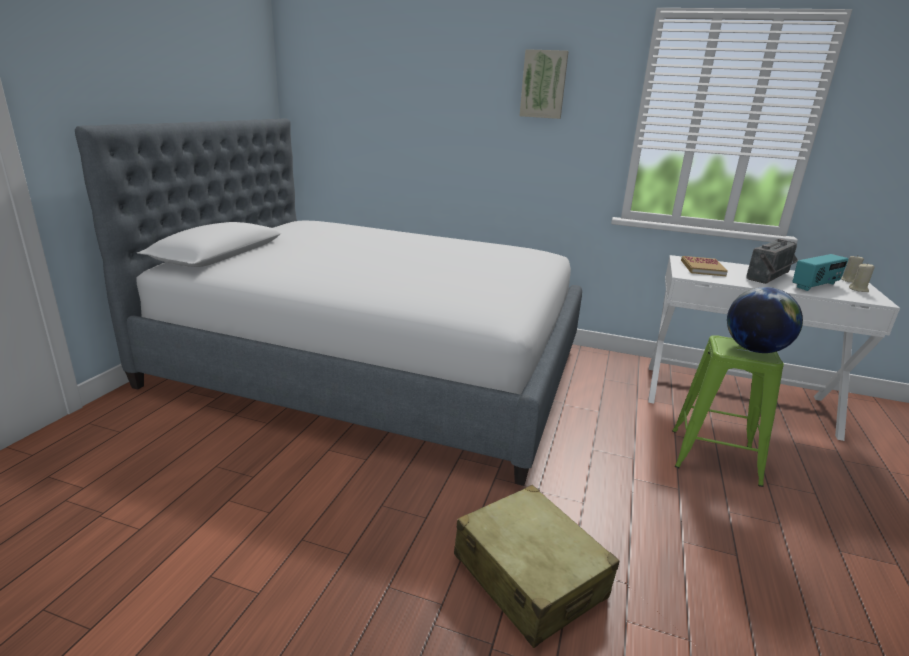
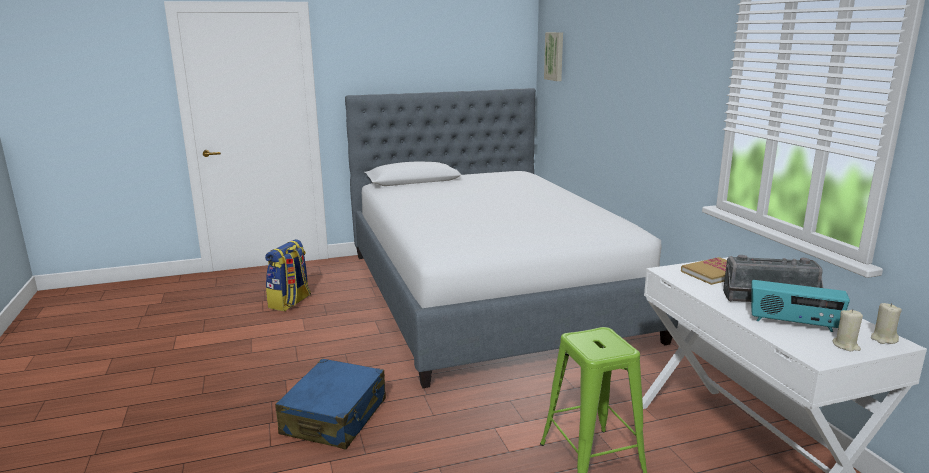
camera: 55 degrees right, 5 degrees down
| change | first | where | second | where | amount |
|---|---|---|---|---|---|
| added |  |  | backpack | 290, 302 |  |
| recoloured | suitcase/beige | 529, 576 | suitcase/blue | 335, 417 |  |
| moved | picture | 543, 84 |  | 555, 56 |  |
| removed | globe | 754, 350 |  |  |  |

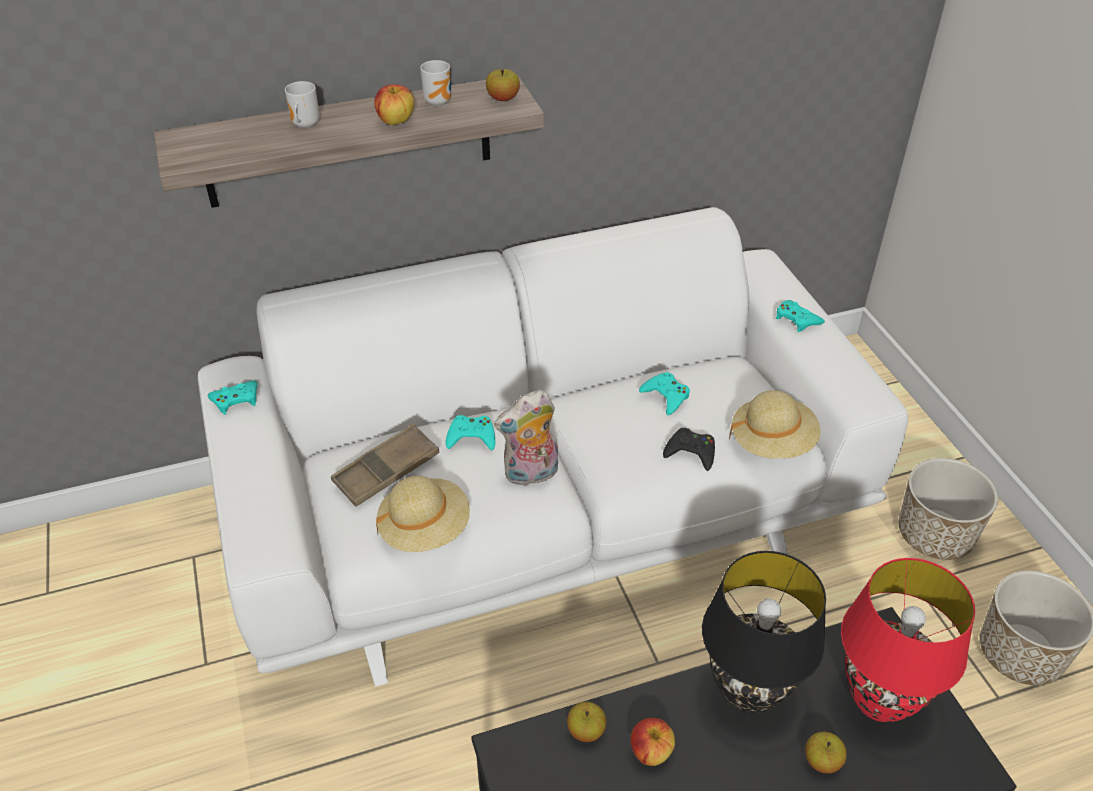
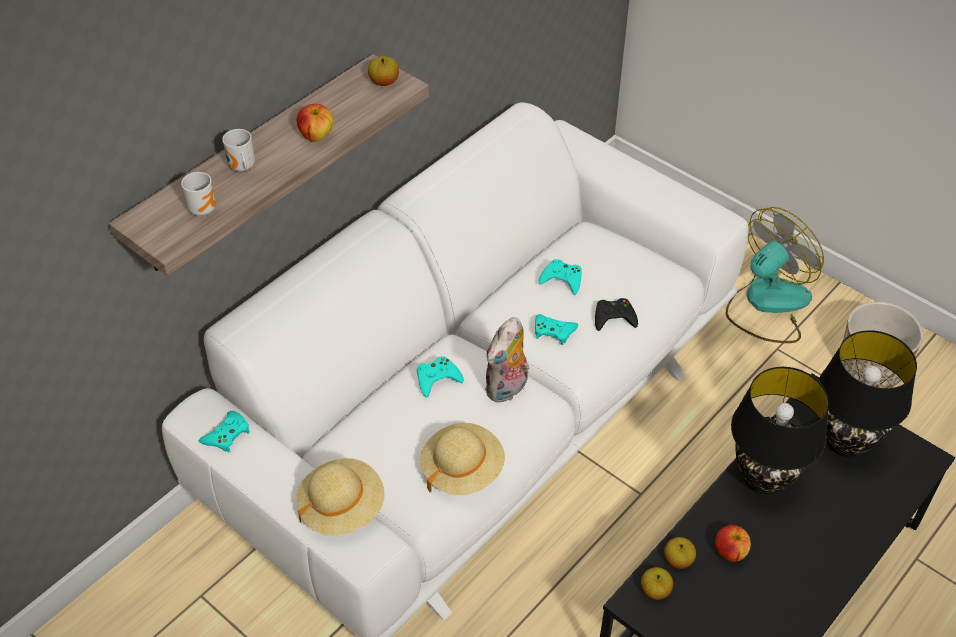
camera: 30 degrees left, 5 degrees up
| change | first | where | second | where | amount |
|---|---|---|---|---|---|
| moved | mug | 439, 101 |  | 204, 208 |  |
| moved | hat/beige | 772, 442 |  | 342, 508 |  |
| moved | game controller/turquoise | 797, 319 |  | 553, 331 |  |
| moved | apple | 822, 761 |  | 655, 591 |  |
| replaced | planter | 935, 535 | fan | 767, 304 |  |
| recoloured | table lamp/red | 877, 700 | table lamp/black | 844, 443 |  |
| removed | tray/brown | 386, 470 |  |  |  |

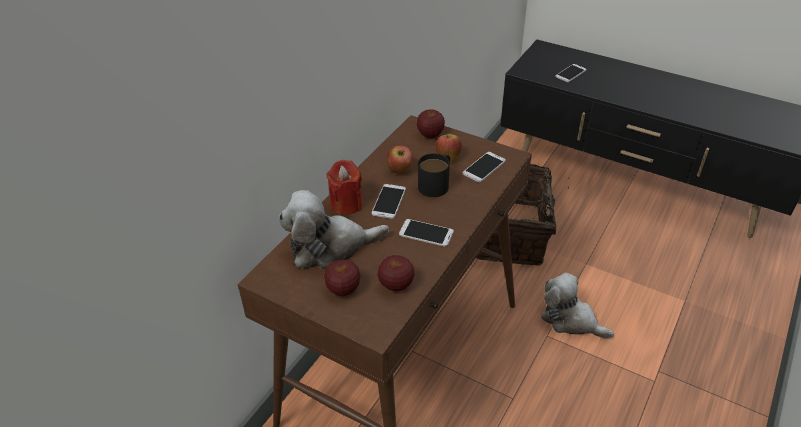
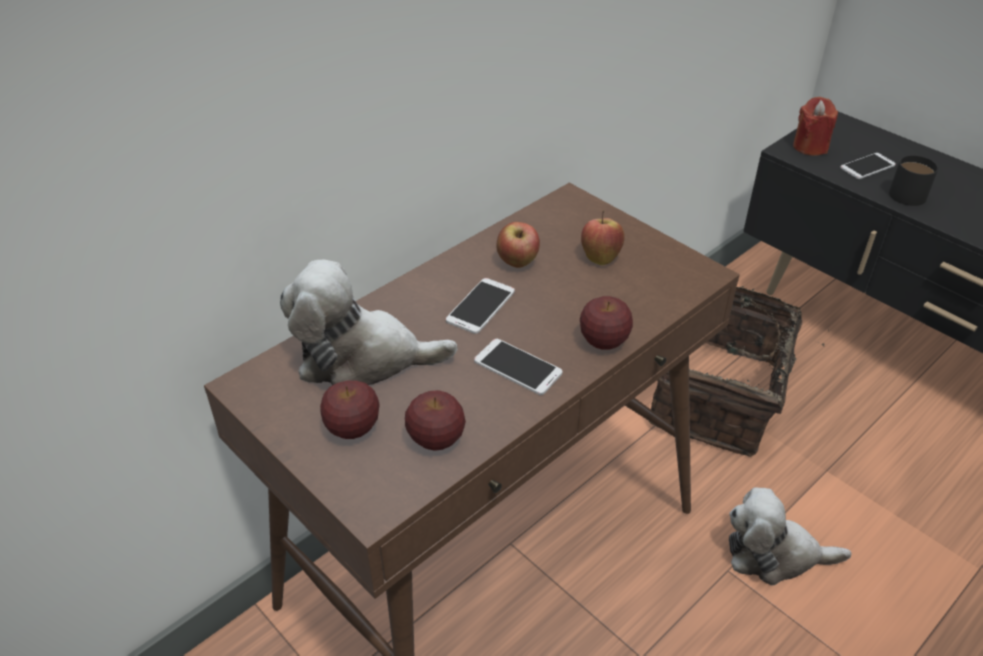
camera: 15 degrees right, 0 degrees up
| change | first | where | second | where | amount |
|---|---|---|---|---|---|
| moved | apple | 430, 134 |  | 603, 341 |  |
| turned | plush toy | 571, 320 |  | 774, 554 | 45 degrees counterclockwise |
| moved | candle/red | 346, 204 |  | 810, 147 |  |
| moved | mug/black | 436, 183 |  | 912, 192 |  |
| removed | phone | 484, 167 |  |  |  |

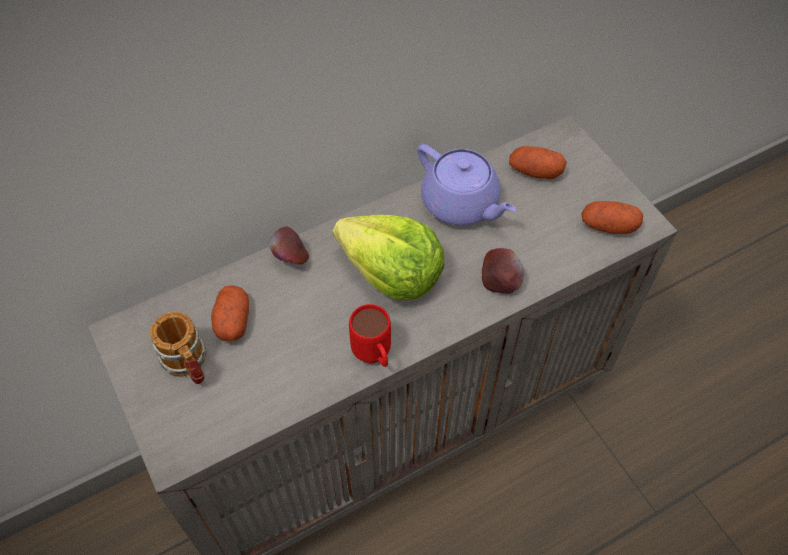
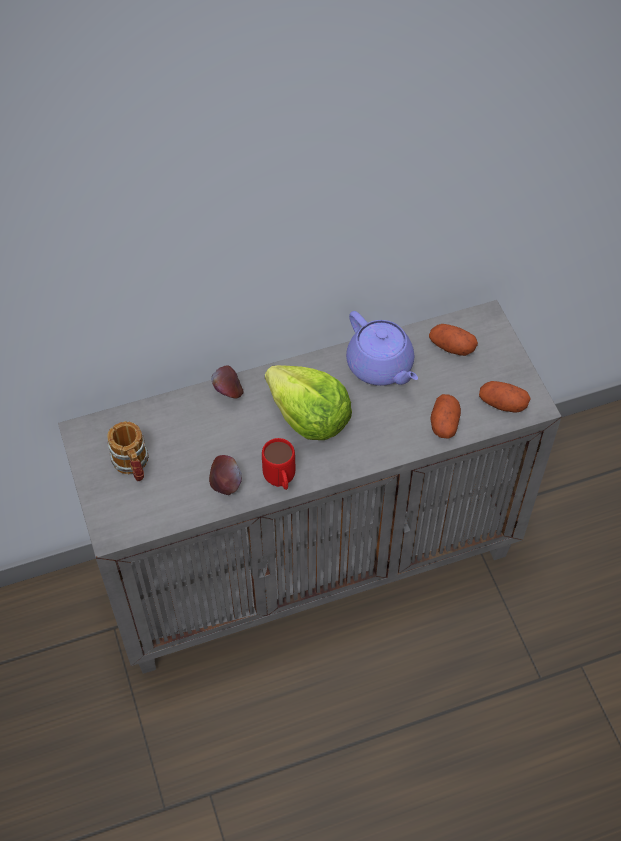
camera: 10 degrees right, 0 degrees up
| change | first | where | second | where | amount |
|---|---|---|---|---|---|
| moved | apple | 500, 282 |  | 226, 484 |  |
| moved | potato | 232, 320 |  | 444, 423 |  |

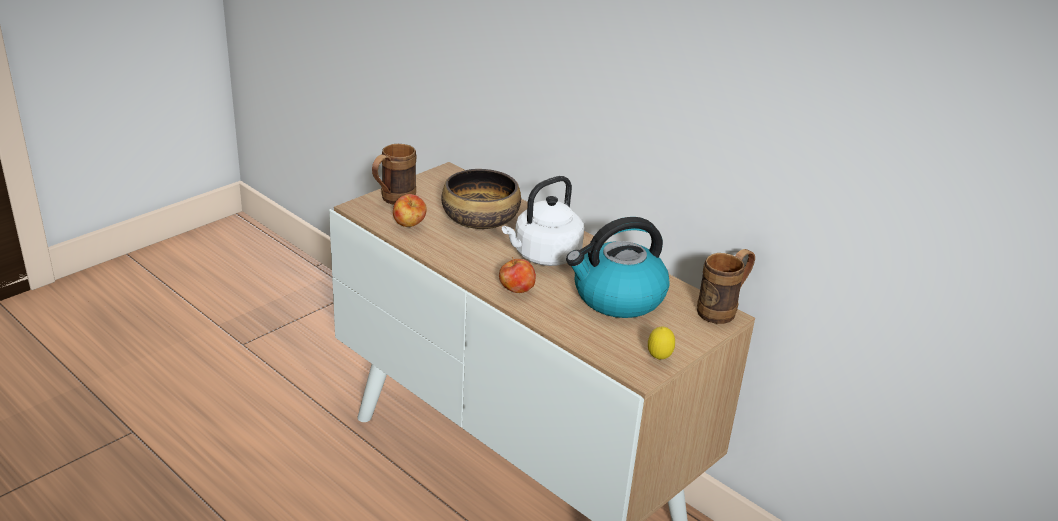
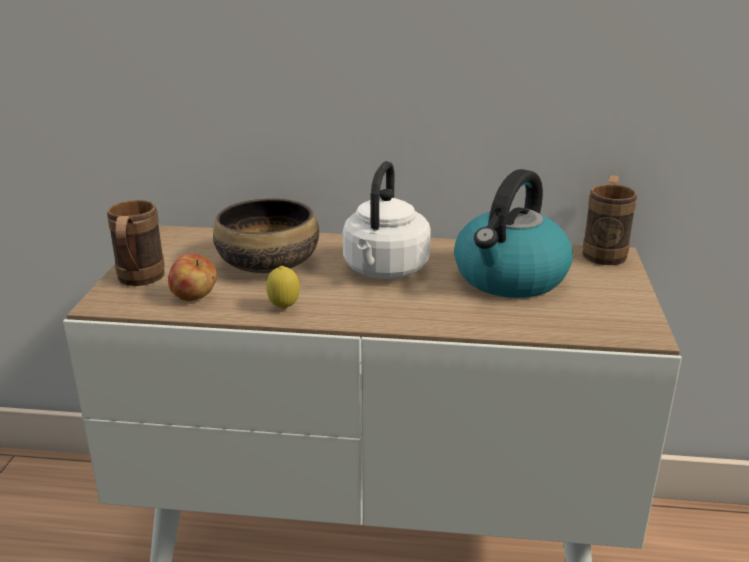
camera: 35 degrees left, 5 degrees down
| change | first | where | second | where | amount |
|---|---|---|---|---|---|
| moved | lemon | 659, 359 |  | 284, 308 |  |
| removed | apple | 516, 290 |  |  |  |

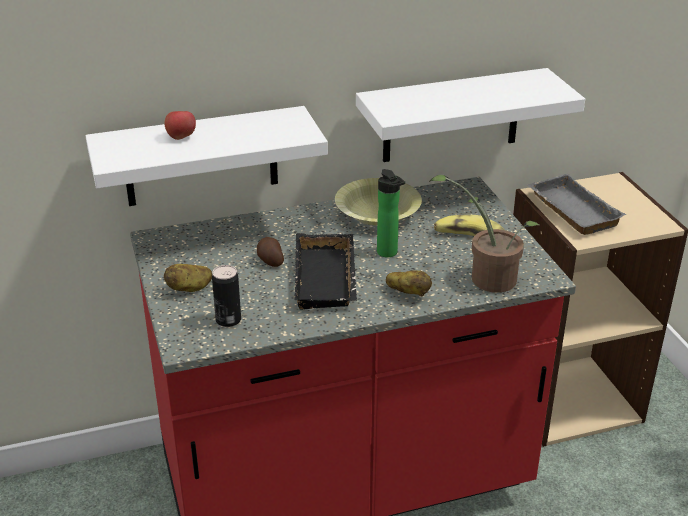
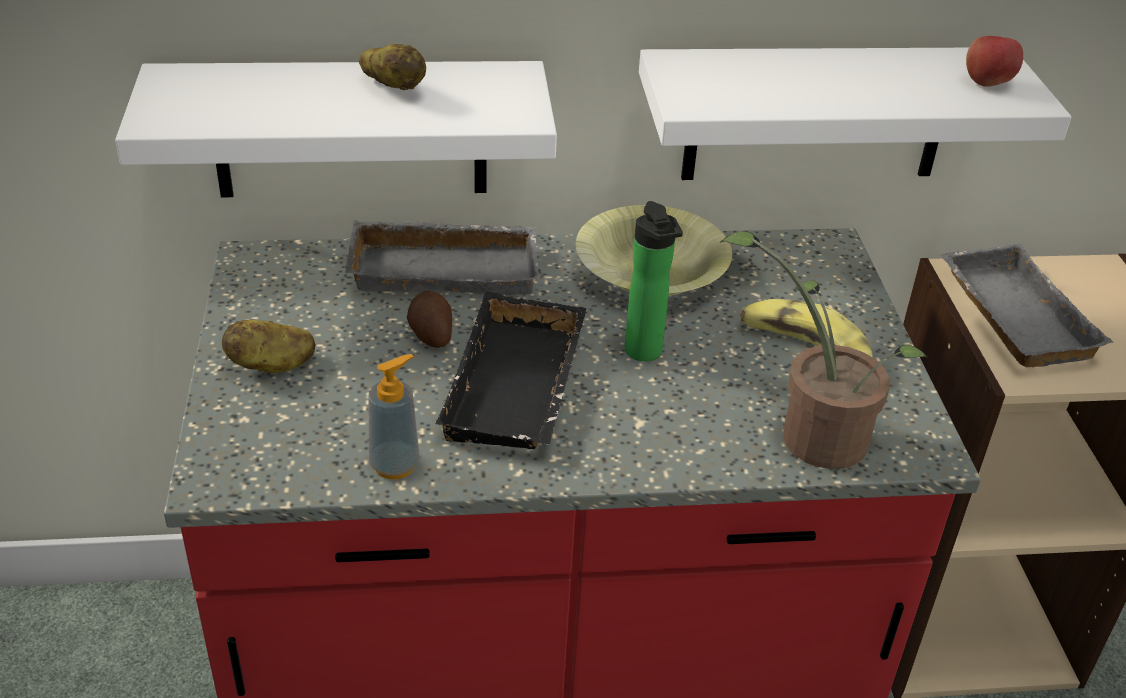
camera: 10 degrees right, 5 degrees up
| change | first | where | second | where | amount |
|---|---|---|---|---|---|
| added |  |  | tray/grey | 447, 267 |  |
| moved | potato | 408, 293 |  | 394, 88 |  |
| added |  |  | soap dispenser | 395, 465 |  |
| moved | apple | 181, 137 |  | 987, 83 |  |
| removed | can | 228, 320 |  |  |  |

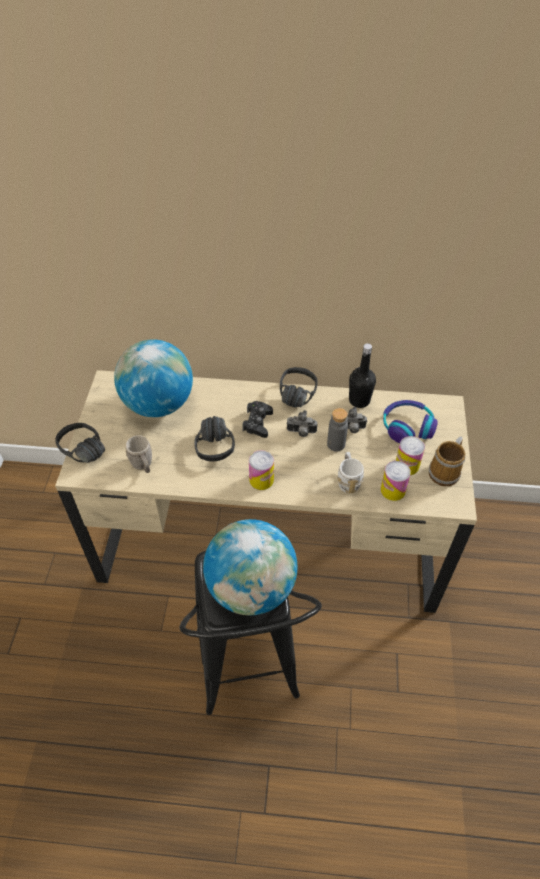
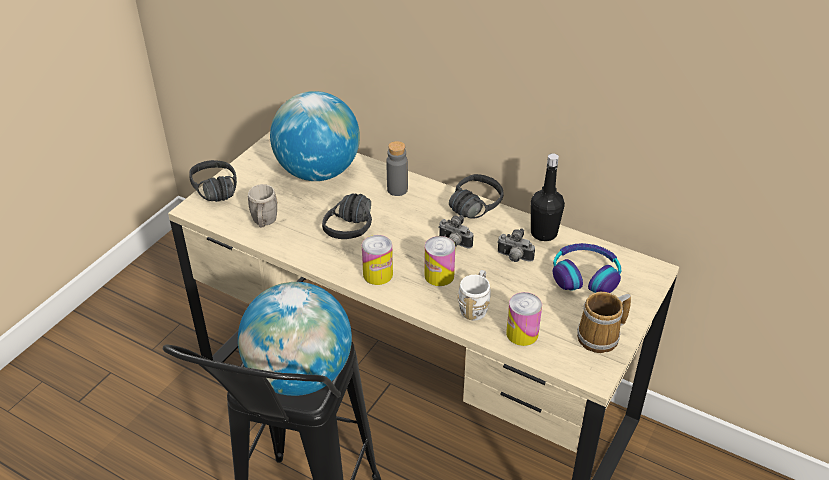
camera: 25 degrees right, 10 degrees down
| change | first | where | second | where | amount |
|---|---|---|---|---|---|
| moved | bottle/grey | 336, 444 |  | 397, 189 |  |
| moved | can | 407, 465 |  | 439, 275 |  |
| removed | game controller/black | 257, 423 |  |  |  |

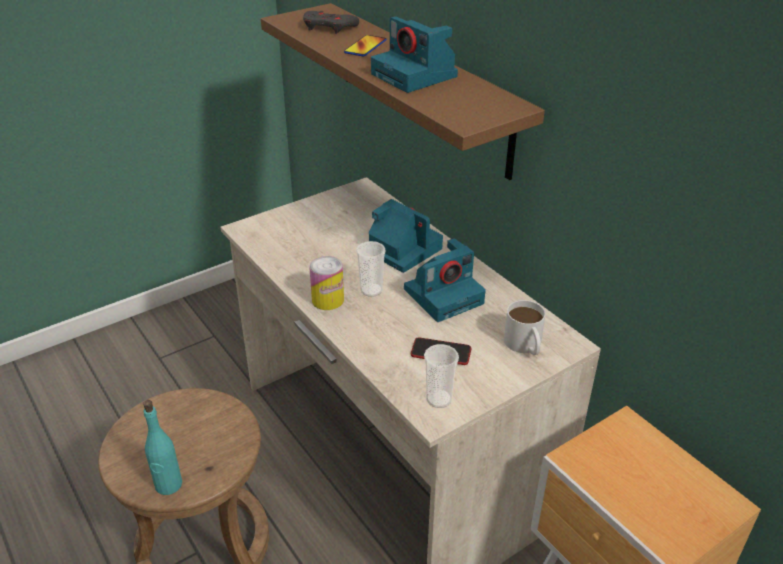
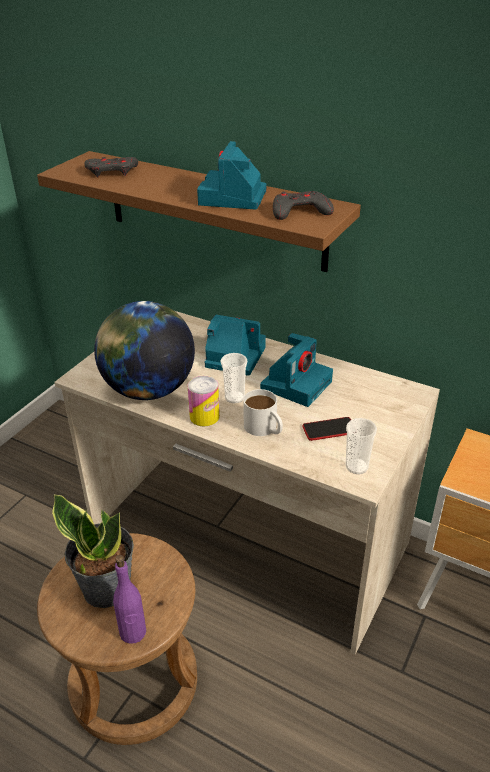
camera: 25 degrees left, 0 degrees up
| change | first | where | second | where | amount |
|---|---|---|---|---|---|
| added |  |  | potted plant | 106, 587 |  |
| added |  |  | globe | 148, 389 |  |
| recoloured | bottle/turquoise | 168, 485 | bottle/purple | 133, 632 |  |
| turned | photo camera | 416, 76 |  | 233, 198 | 75 degrees clockwise |
| moved | mug/white | 525, 346 |  | 264, 428 |  |
| added |  |  | game controller/grey | 300, 211 |  |
| removed | phone | 365, 47 |  |  |  |

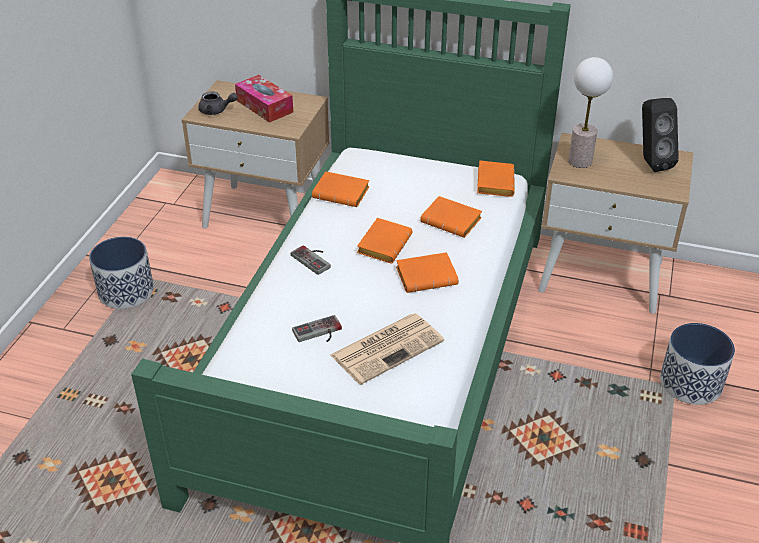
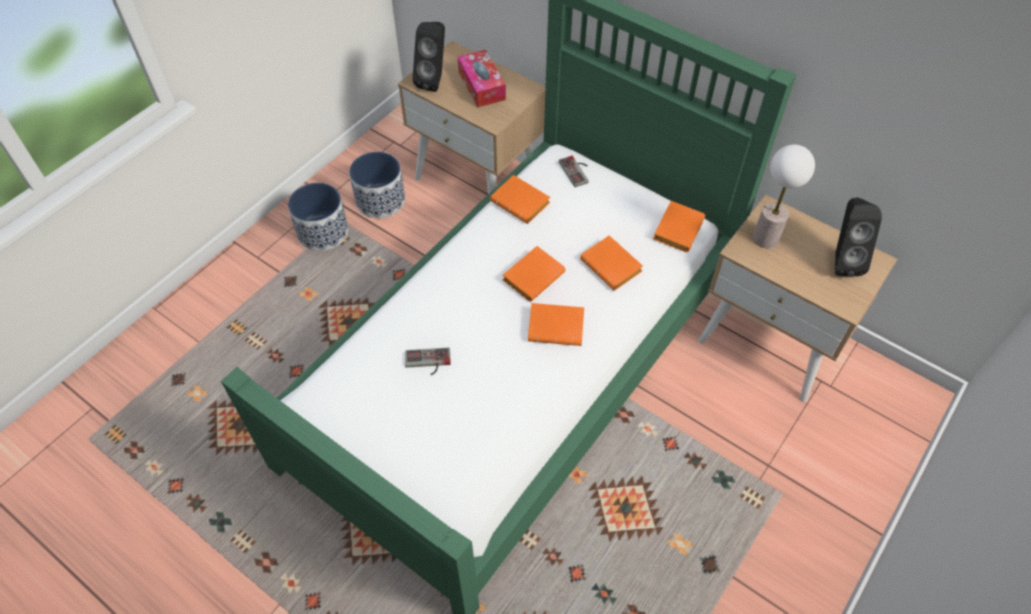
camera: 20 degrees right, 15 degrees up
| change | first | where | second | where | amount |
|---|---|---|---|---|---|
| moved | planter | 691, 383 |  | 381, 201 |  |
| replaced | teapot/grey | 216, 111 | speaker/black | 434, 80 |  |
| moved | game controller | 314, 259 |  | 577, 171 |  |
| removed | newspaper | 388, 347 |  |  |  |

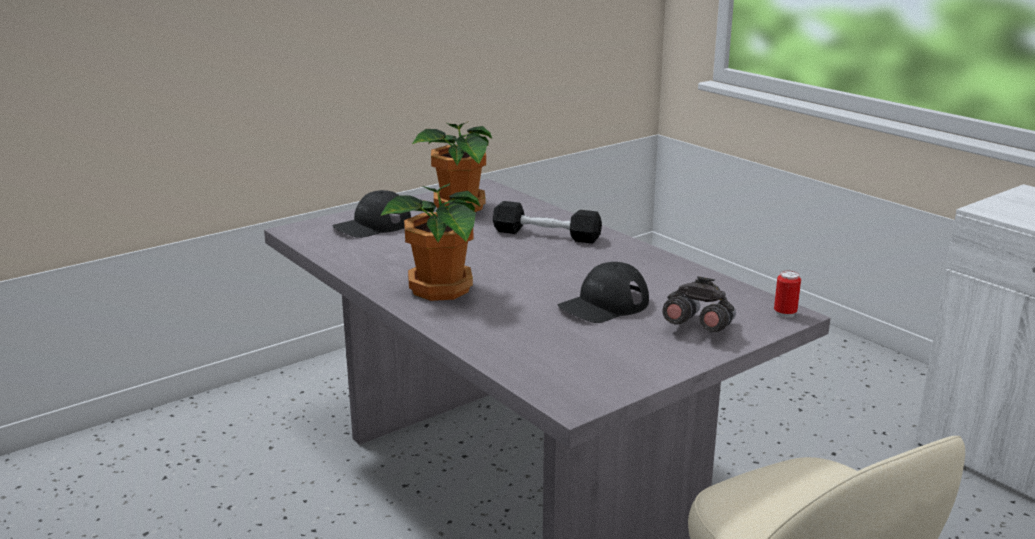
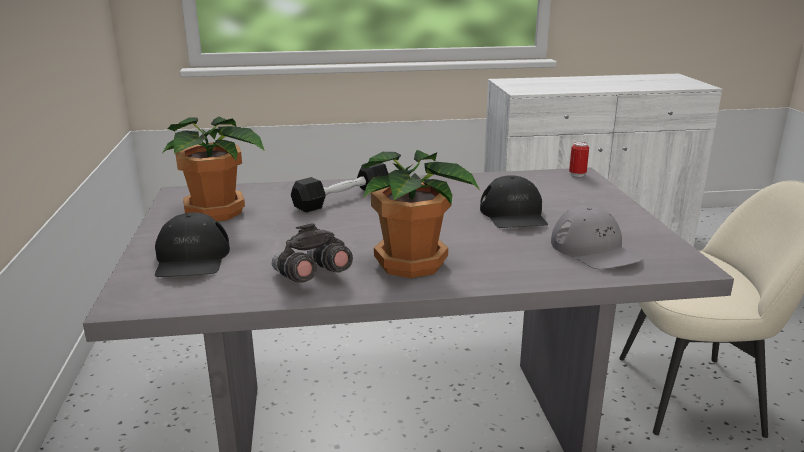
camera: 60 degrees left, 0 degrees up
| change | first | where | second | where | amount |
|---|---|---|---|---|---|
| moved | binoculars/grey | 698, 328 |  | 311, 277 |  |
| added |  |  | cap/grey | 594, 250 |  |

